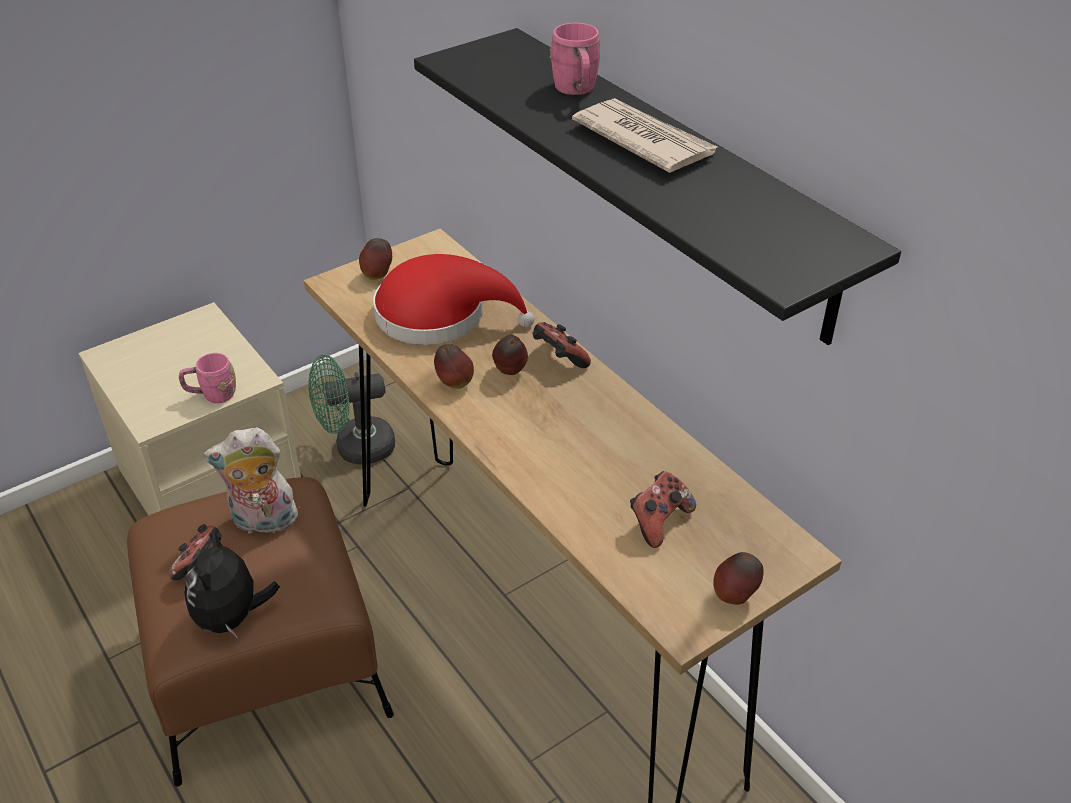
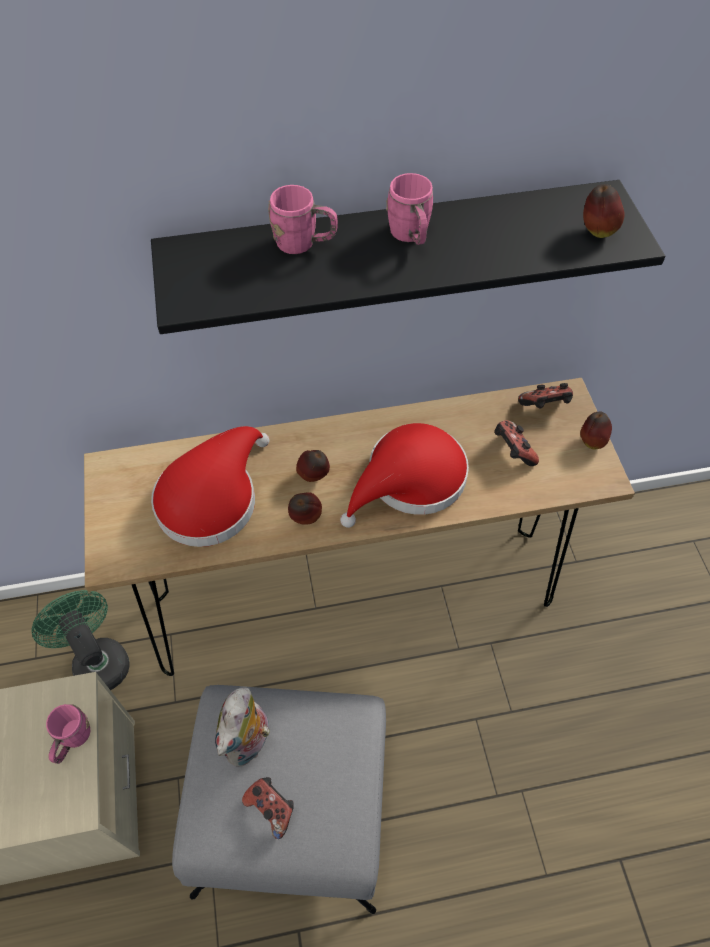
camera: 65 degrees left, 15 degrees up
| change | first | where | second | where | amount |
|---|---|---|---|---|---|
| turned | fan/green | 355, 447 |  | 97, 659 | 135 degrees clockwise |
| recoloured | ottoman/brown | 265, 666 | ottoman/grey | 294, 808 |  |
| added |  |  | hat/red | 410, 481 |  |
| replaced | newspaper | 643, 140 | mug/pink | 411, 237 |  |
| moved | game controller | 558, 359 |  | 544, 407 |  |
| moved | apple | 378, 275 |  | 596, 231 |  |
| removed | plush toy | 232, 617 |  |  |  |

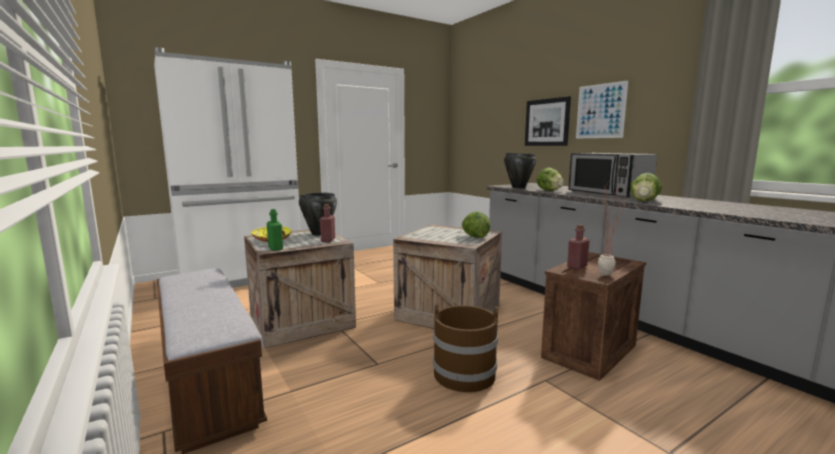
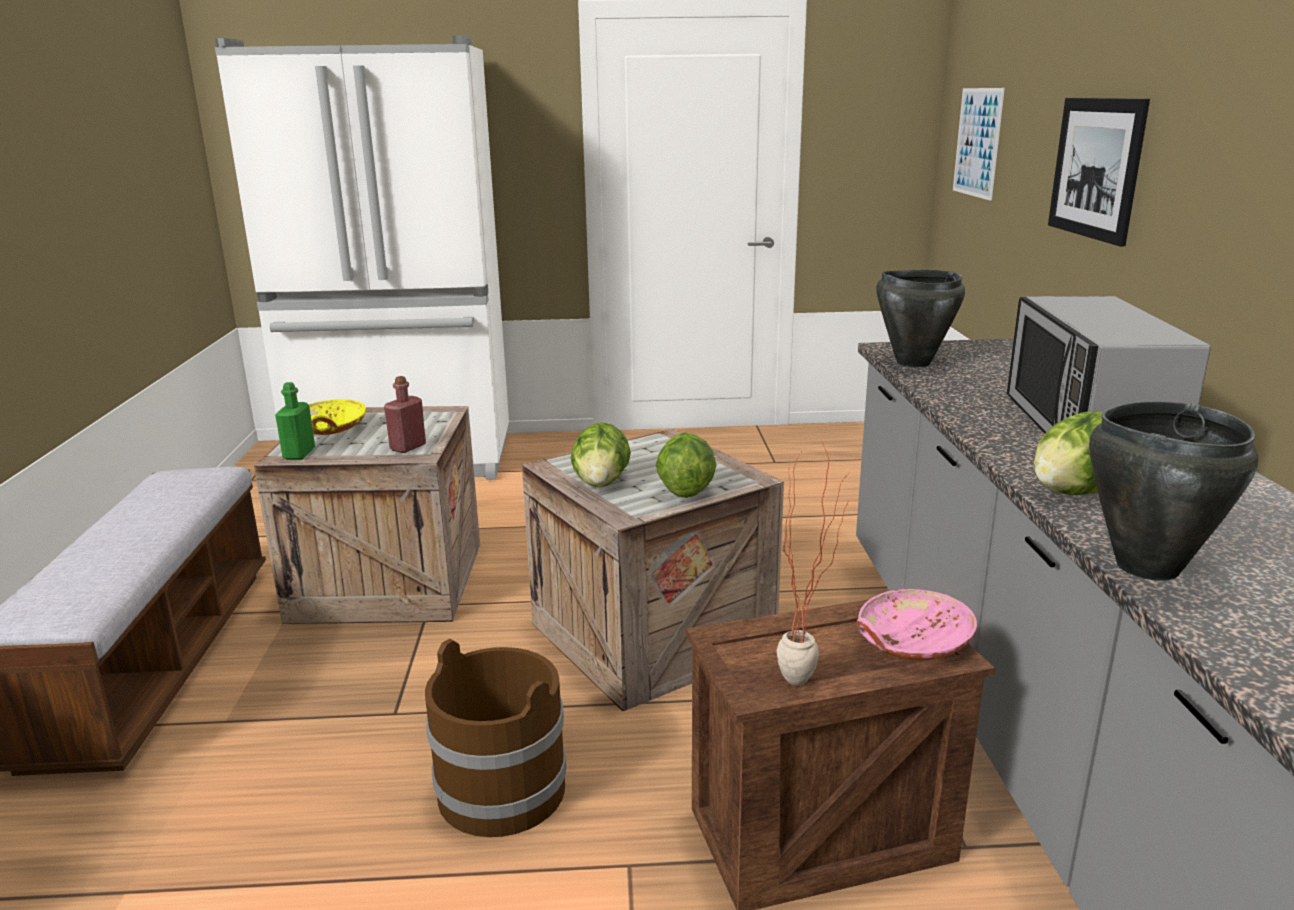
camera: 30 degrees right, 10 degrees up
| change | first | where | second | where | amount |
|---|---|---|---|---|---|
| moved | lettuce | 549, 191 |  | 601, 483 |  |
| added |  |  | bowl/pink | 911, 643 |  |
| moved | picture | 600, 111 |  | 977, 142 |  |
| moved | cooking pot/black | 319, 234 |  | 1145, 567 |  |
| removed | bottle/red | 577, 267 |  |  |  |

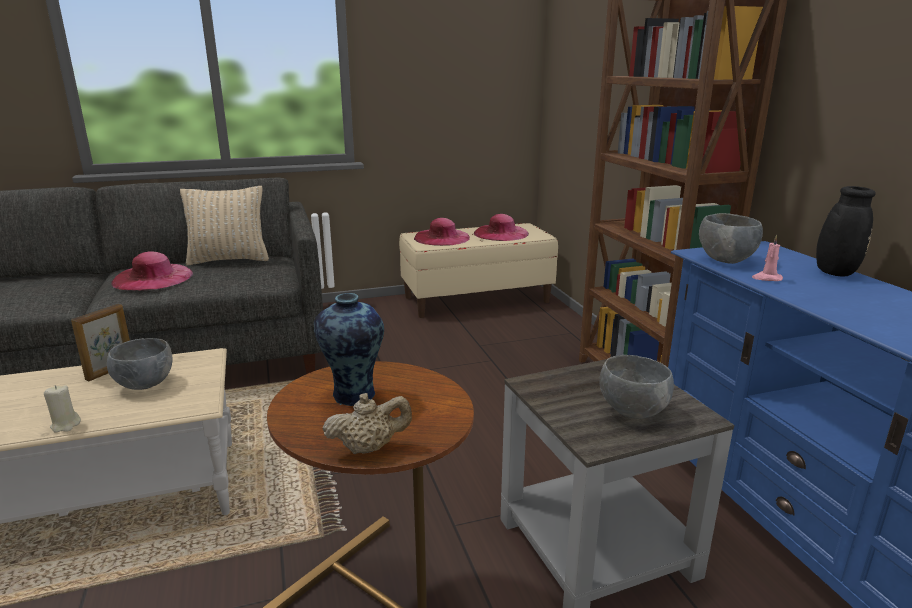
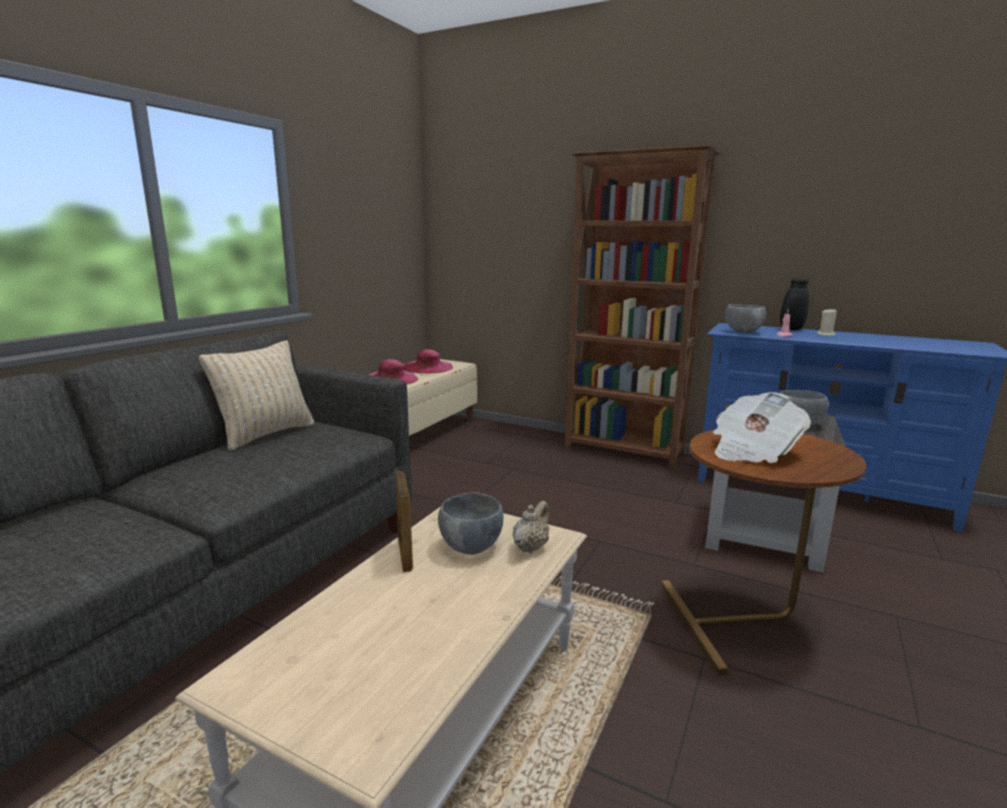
camera: 45 degrees left, 5 degrees down
| change | first | where | second | where | amount |
|---|---|---|---|---|---|
| moved | teapot/beige | 369, 448 |  | 531, 547 |  |
| replaced | vase | 353, 396 | newspaper | 752, 451 |  |
| moved | candle/beige | 65, 425 |  | 826, 335 |  |
| removed | hat/pink | 153, 278 |  |  |  |

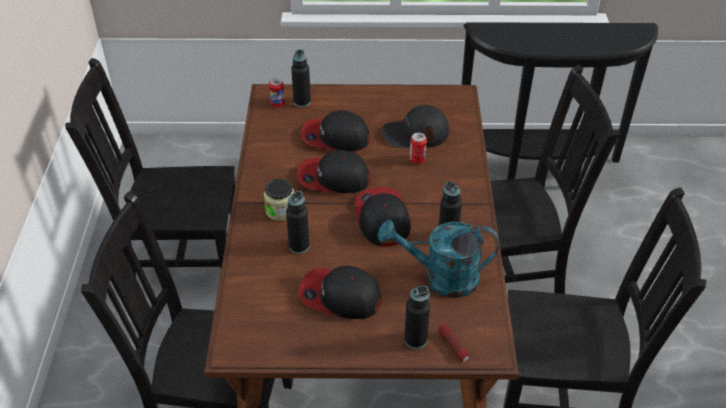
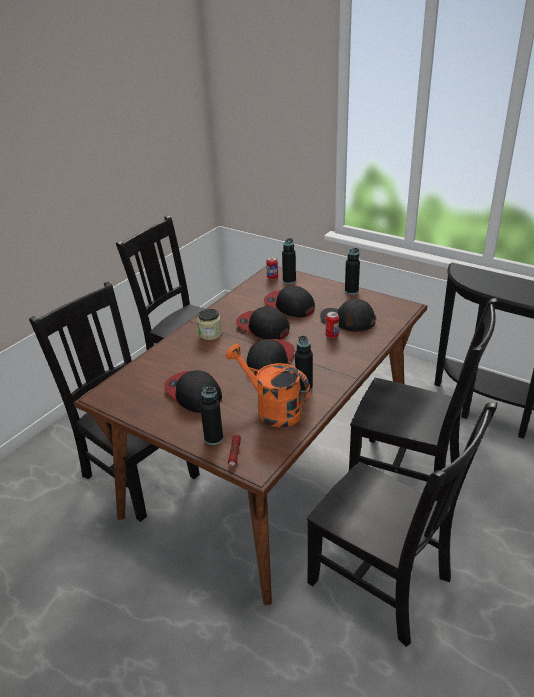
camera: 35 degrees right, 10 degrees down
| change | first | where | second | where | amount |
|---|---|---|---|---|---|
| recoloured | watering can/turquoise | 441, 277 | watering can/orange | 272, 409 |  |
| moved | bottle/black | 299, 246 |  | 351, 291 |  |

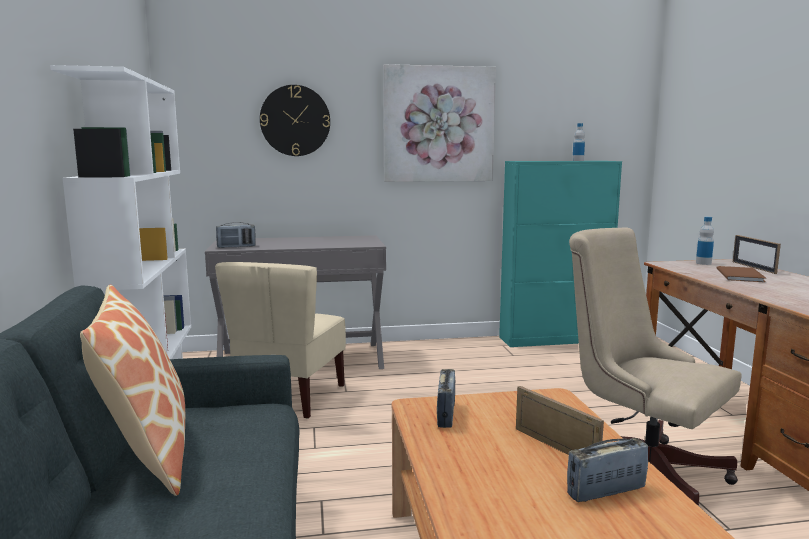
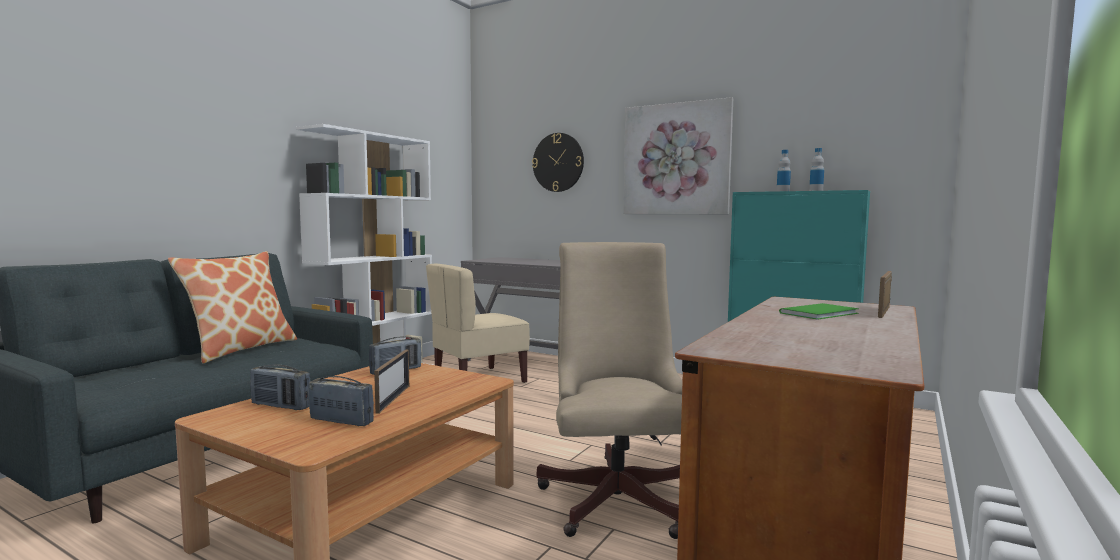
camera: 40 degrees right, 5 degrees down
| change | first | where | second | where | amount |
|---|---|---|---|---|---|
| moved | radio | 236, 247 |  | 281, 406 |  |
| moved | bottle | 703, 263 |  | 783, 191 |  |
| recoloured | book/brown | 741, 275 | book/green | 822, 313 |  |

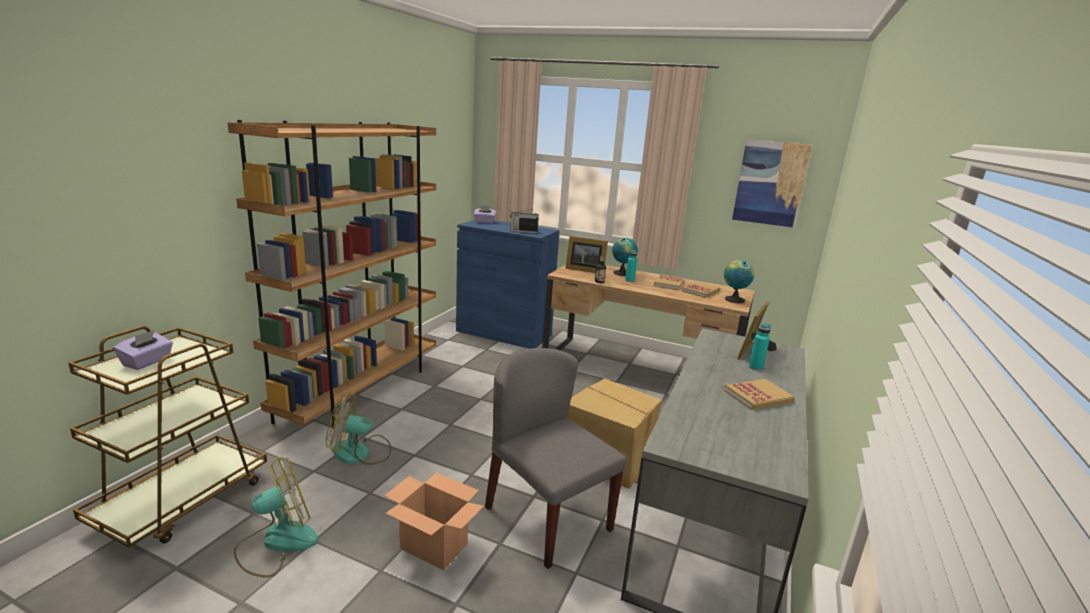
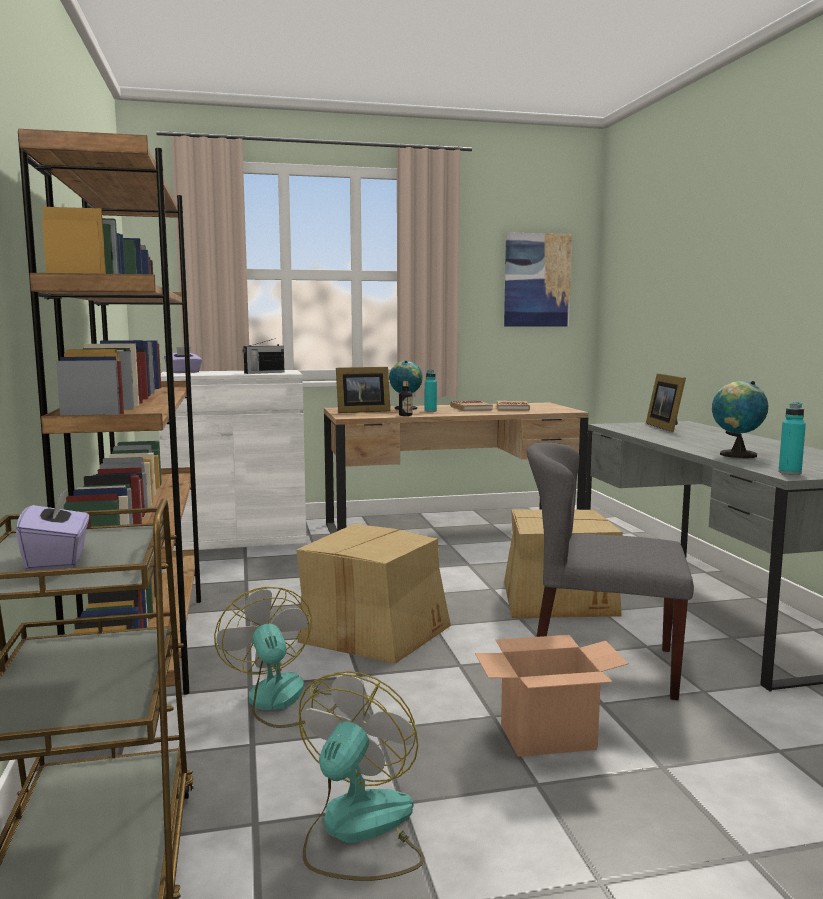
camera: 35 degrees left, 10 degrees down
| change | first | where | second | where | amount |
|---|---|---|---|---|---|
| recoloured | cabinet/blue | 504, 333 | cabinet/white | 237, 538 |  |
| turned | fan | 360, 453 |  | 282, 701 | 105 degrees clockwise |
| added |  |  | cardboard box | 374, 631 |  |
| moved | globe | 733, 299 |  | 735, 454 |  |
| moved | bottle/turquoise | 755, 367 |  | 789, 472 |  |
| removed | book | 758, 397 |  |  |  |

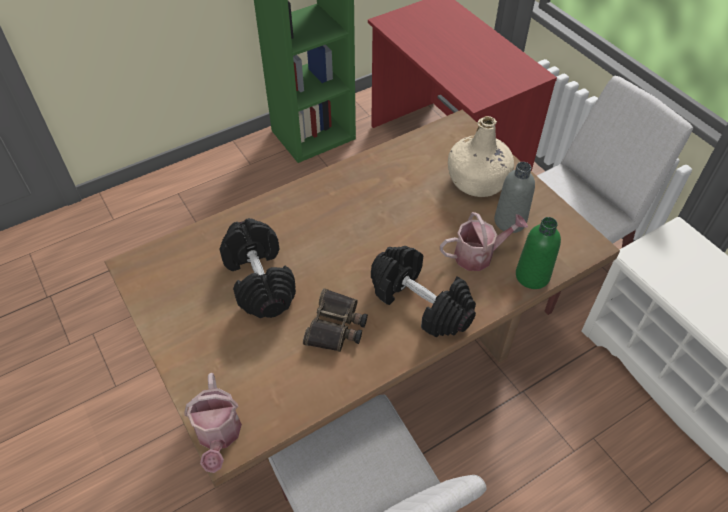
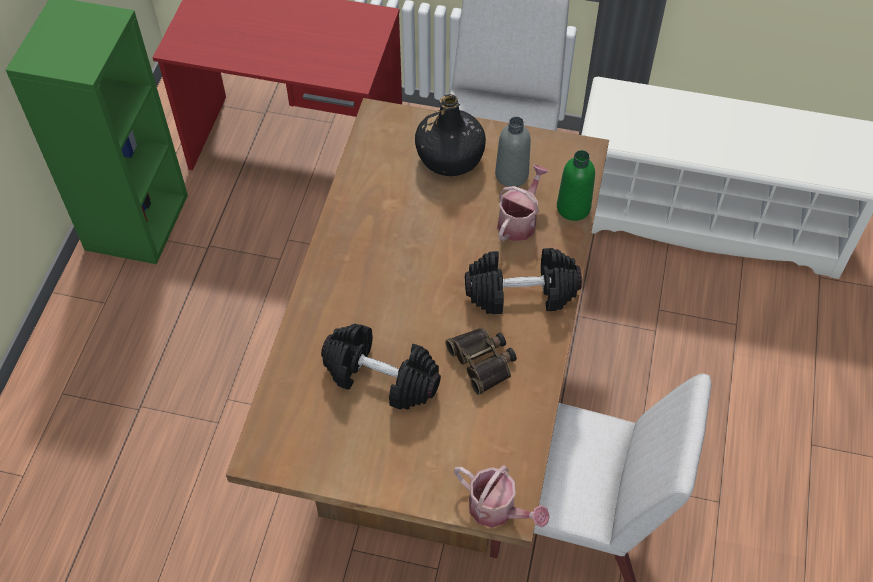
camera: 45 degrees left, 5 degrees up
| change | first | where | second | where | amount |
|---|---|---|---|---|---|
| recoloured | bottle/beige | 478, 180 | bottle/black | 450, 157 |  |

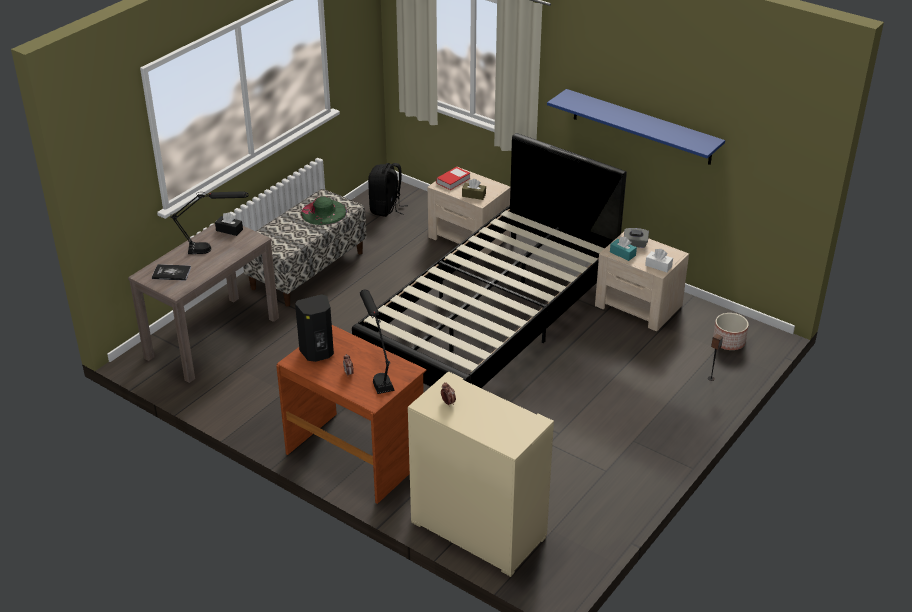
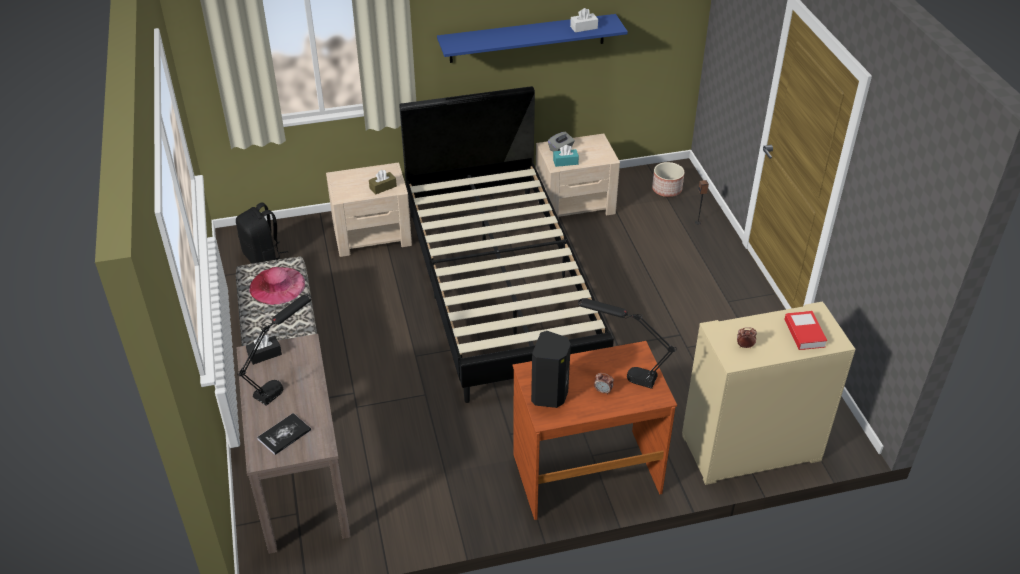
camera: 50 degrees left, 5 degrees up
| change | first | where | second | where | amount |
|---|---|---|---|---|---|
| recoloured | hat/green | 323, 212 | hat/pink | 277, 285 |  |
| moved | tissue box/white | 658, 266 |  | 583, 27 |  |
| moved | book | 453, 181 |  | 804, 333 |  |

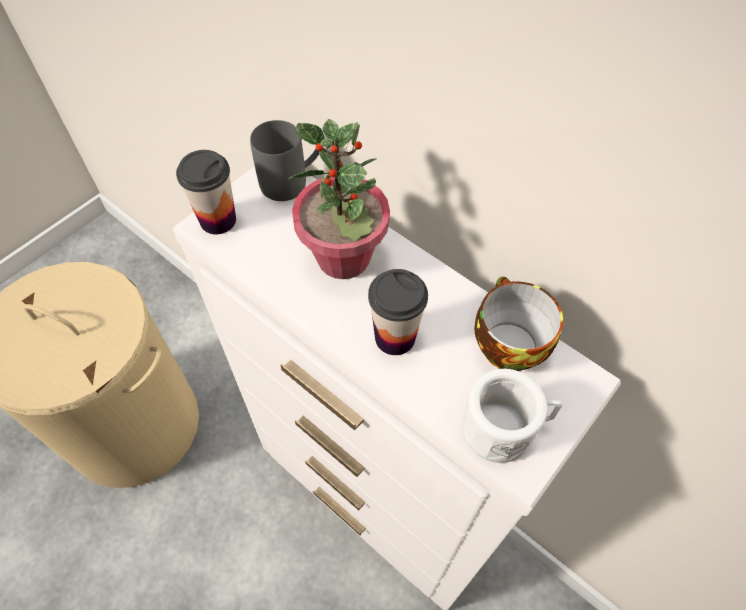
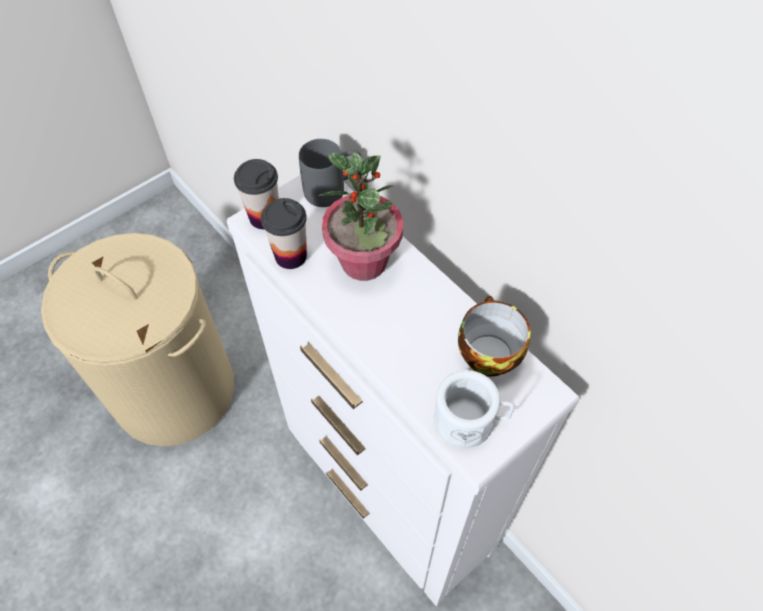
camera: 10 degrees right, 0 degrees up
| change | first | where | second | where | amount |
|---|---|---|---|---|---|
| moved | cup | 395, 337 |  | 290, 256 |  |

